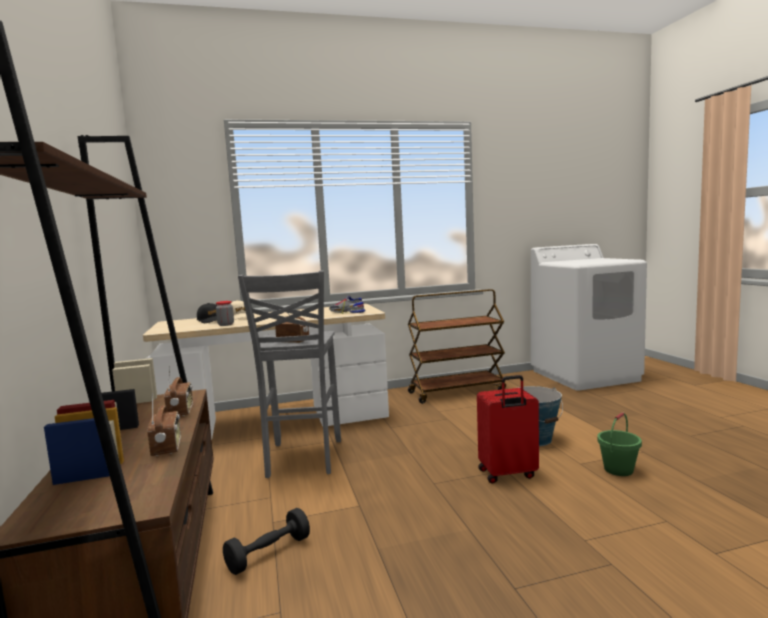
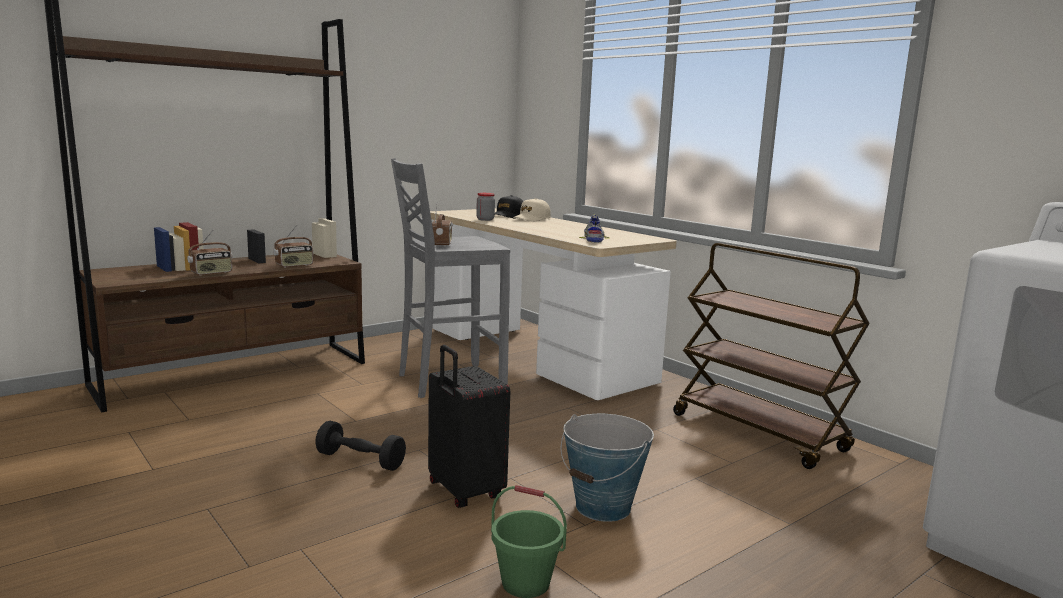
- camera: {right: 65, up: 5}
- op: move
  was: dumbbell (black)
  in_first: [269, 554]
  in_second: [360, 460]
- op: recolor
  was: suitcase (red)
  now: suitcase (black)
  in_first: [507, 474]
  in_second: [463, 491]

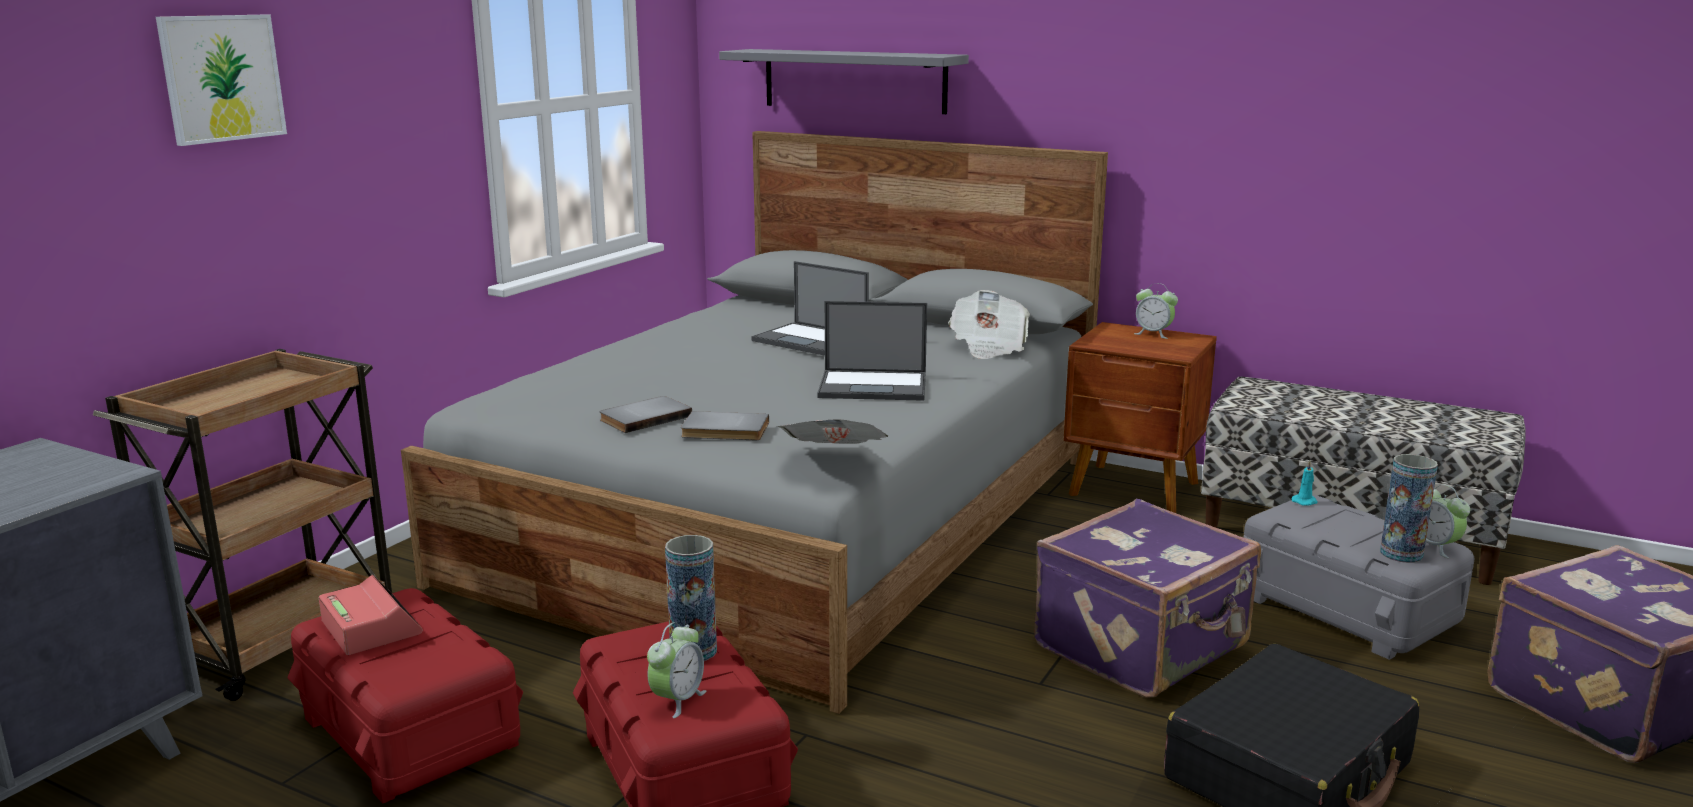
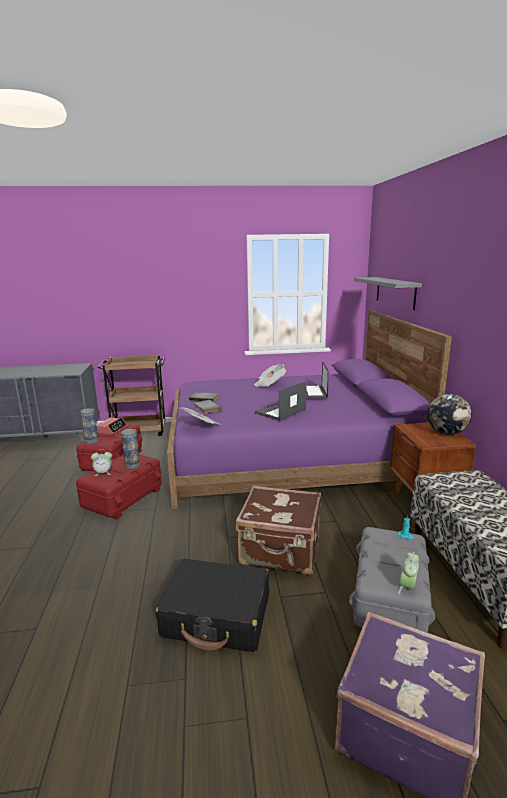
- camera: {right: 55, up: 0}
- op: move
  was: vase
  in_first: [1401, 554]
  in_second: [91, 440]
- op: recolor
  was: bed (grey)
  now: bed (purple)
  in_first: [794, 517]
  in_second: [288, 456]
- op: recolor
  was: suitcase (purple)
  now: suitcase (brown)
  in_first: [1144, 647]
  in_second: [281, 551]
- op: move
  was: newspaper
  in_first: [988, 347]
  in_second: [269, 384]
- op: rotate
  was: laptop
  in_first: [874, 386]
  in_second: [280, 411]
  clockwise: 75
- op: replace
  was: alarm clock
  now: globe
  in_first: [1153, 334]
  in_second: [446, 433]
- op: delete
  was: picture
  in_first: [222, 78]

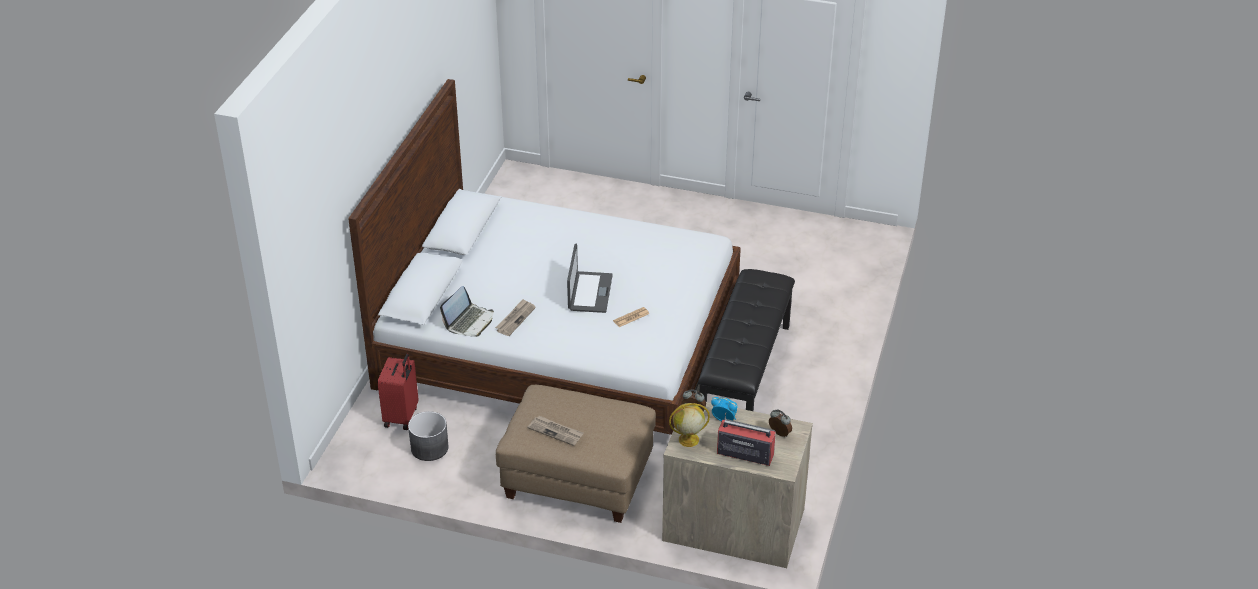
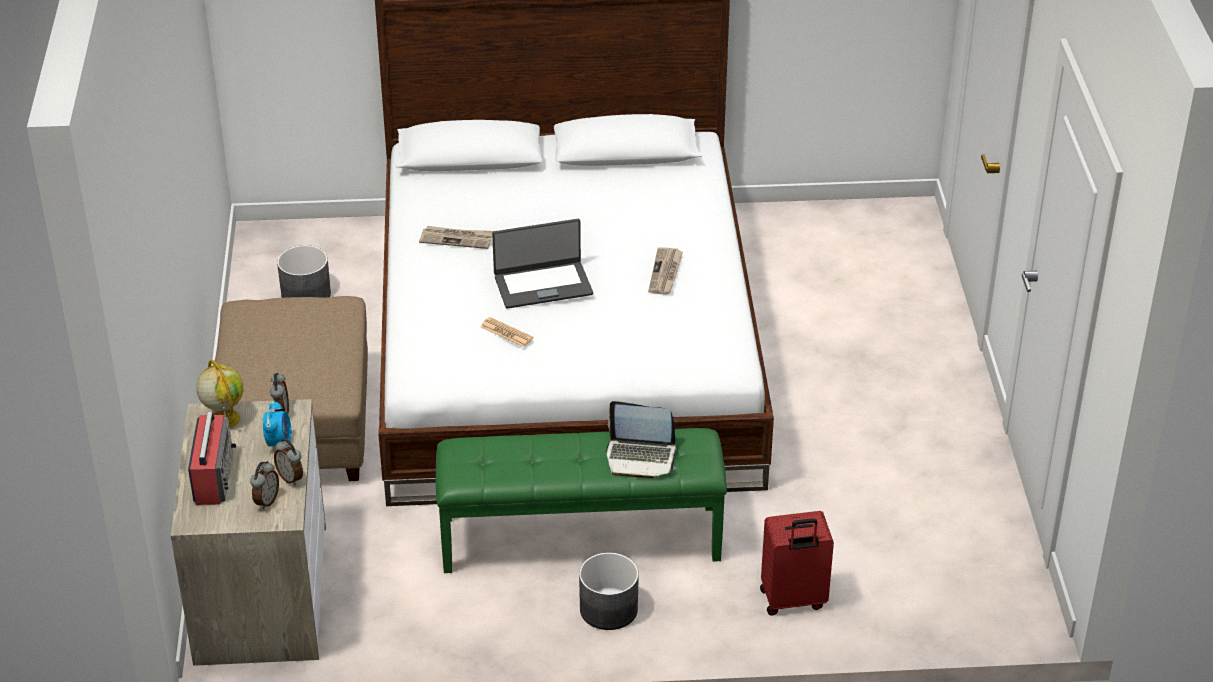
- camera: {right: 70, up: 0}
- op: insert
  now: alarm clock
  in_second: [291, 478]
- op: recolor
  was: bench (black)
  now: bench (green)
  in_first: [744, 375]
  in_second: [581, 537]
- op: insert
  now: planter (grey)
  in_second: [609, 609]
- op: move
  was: laptop
  in_first: [469, 321]
  in_second: [641, 457]
- op: move
  was: newspaper
  in_first: [556, 431]
  in_second: [665, 273]
- op: move
  was: suitcase (red)
  in_first: [402, 417]
  in_second: [793, 600]

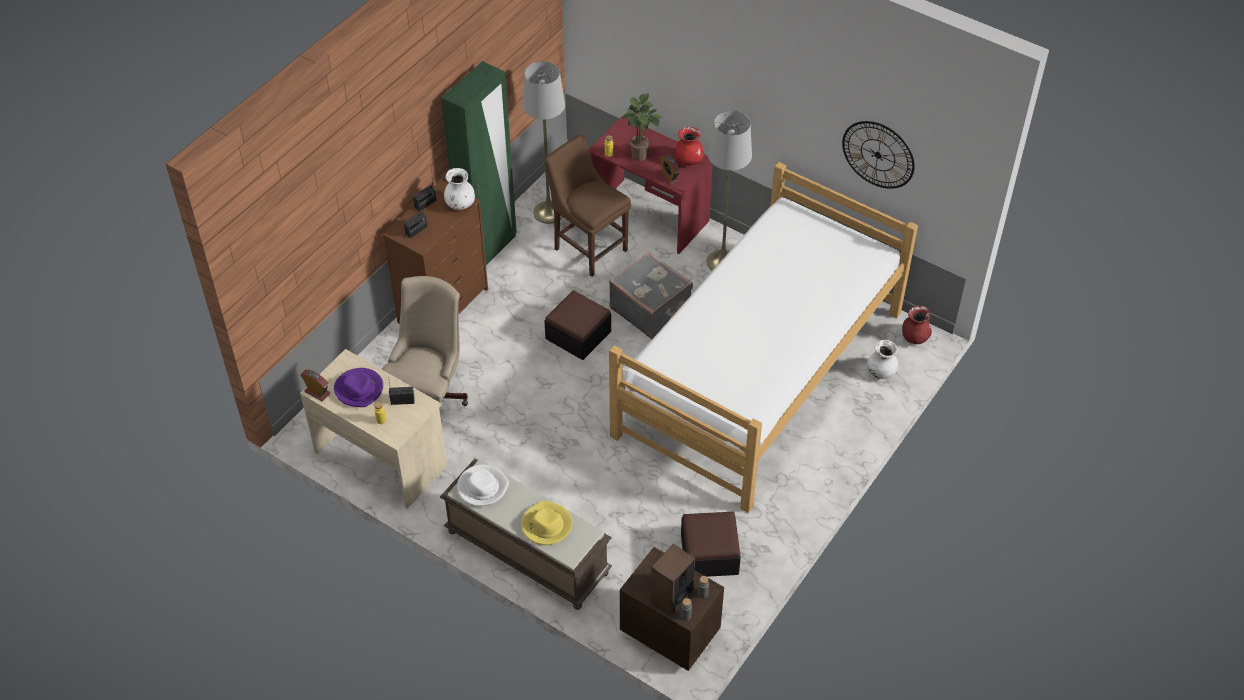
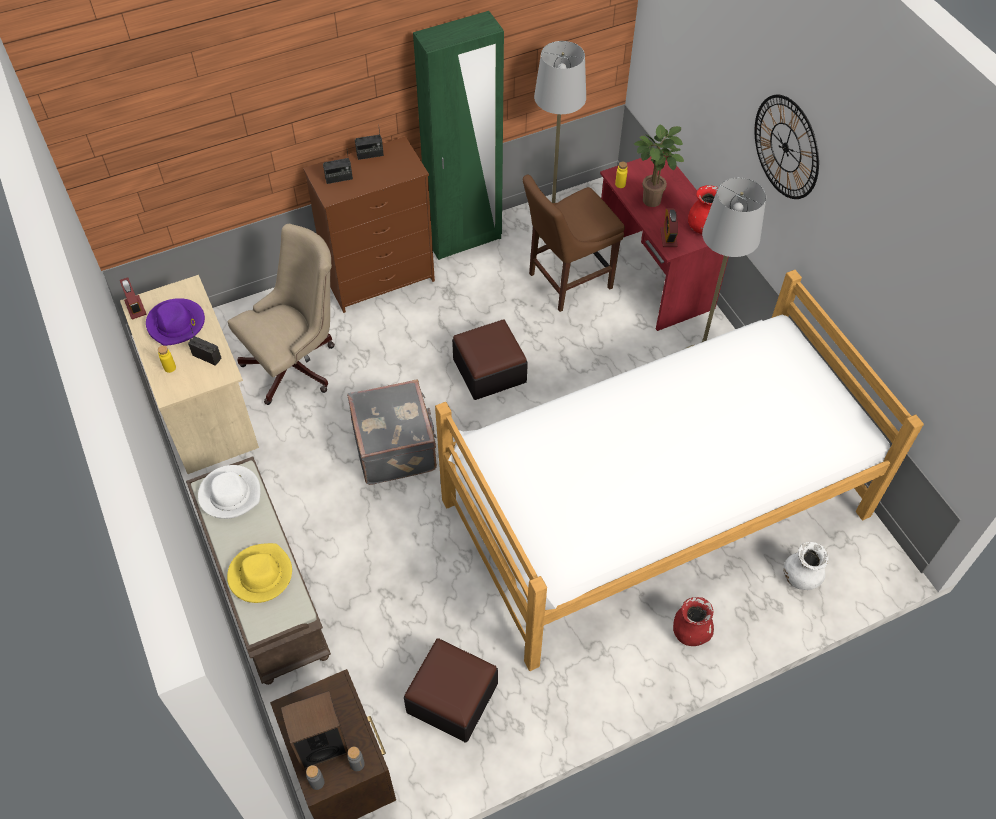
- camera: {right: 30, up: 5}
- op: move
  was: suitcase (grey)
  in_first: [650, 309]
  in_second: [396, 446]
- op: rotate
  was: chair (brown)
  in_first: [588, 247]
  in_second: [566, 282]
  clockwise: -105
- op: move
  was: vase (red)
  in_first: [914, 337]
  in_second: [690, 632]
- op: move
  was: wall clock
  in_first: [878, 154]
  in_second: [786, 147]
- op: delete
  was: vase (white)
  in_first: [460, 204]

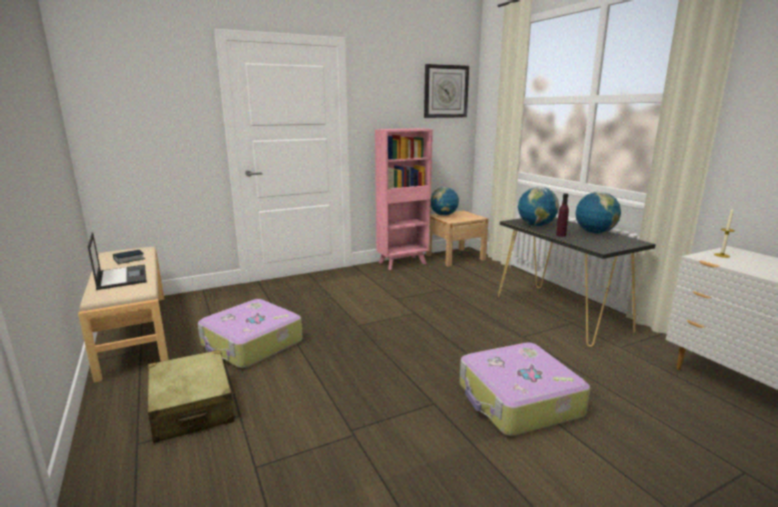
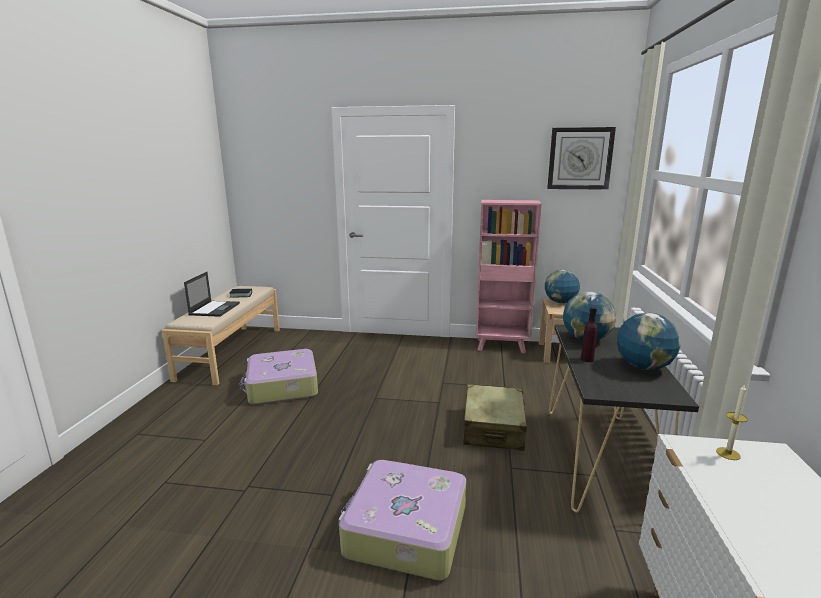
- camera: {right: 35, up: 0}
- op: move
  was: suitcase (beige)
  in_first: [192, 407]
  in_second: [493, 428]

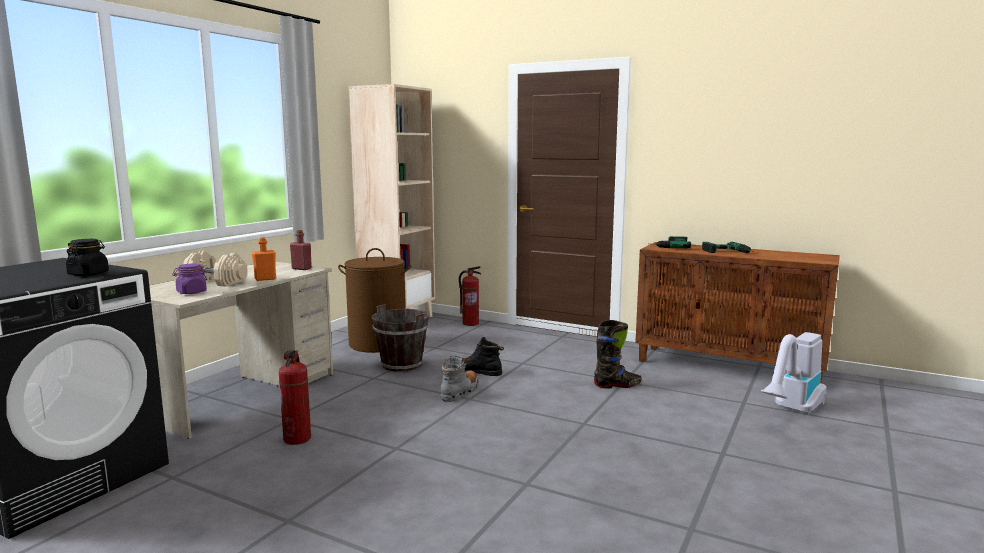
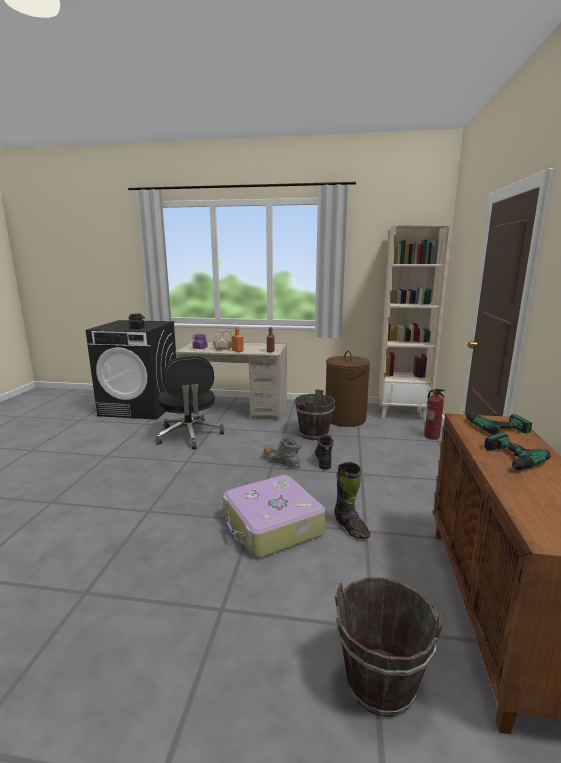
- camera: {right: 70, up: 5}
- op: replace
  was: fire extinguisher
  now: office chair (black)
  in_first: [298, 439]
  in_second: [189, 435]
- op: insert
  now: suitcase
  in_second: [272, 526]
- op: rotate
  was: boot (grey)
  in_first: [460, 392]
  in_second: [281, 462]
  clockwise: -150
- op: replace
  was: vacuum cleaner
  now: bucket (brown)
  in_first: [793, 410]
  in_second: [379, 683]

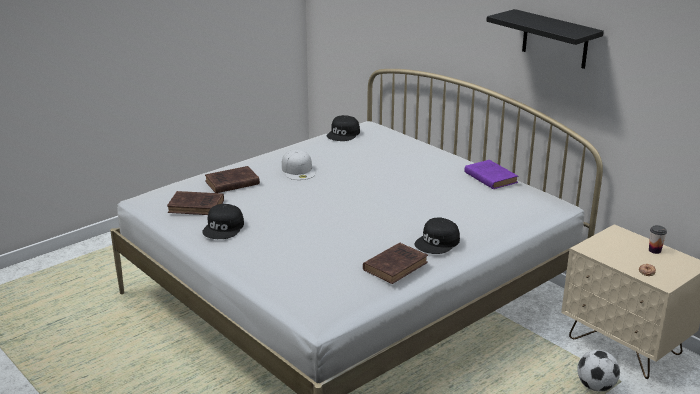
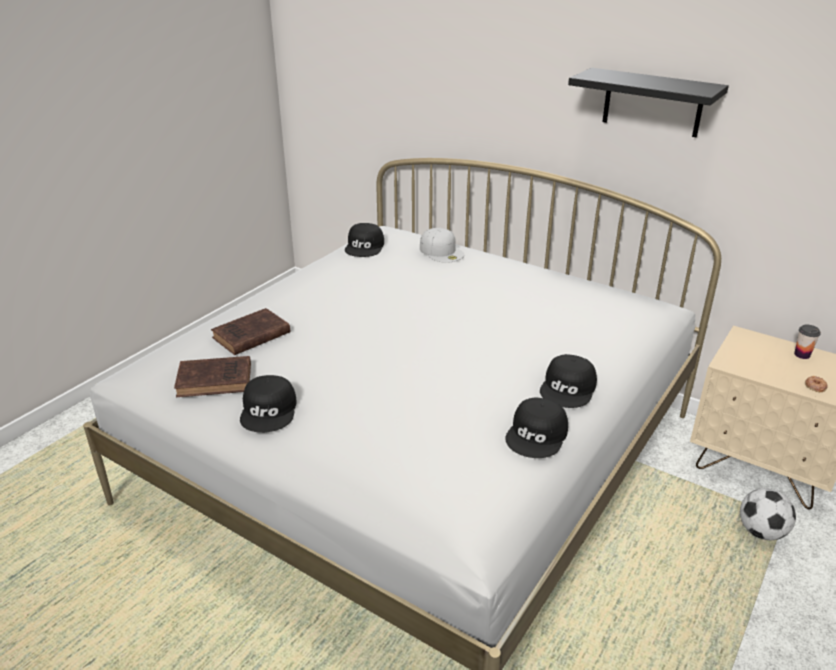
- camera: {right: -15, up: 5}
- op: move
  was: cap (white)
  in_first: [298, 170]
  in_second: [442, 251]
- op: replace
  was: book (brown)
  now: cap (black)
  in_first: [396, 266]
  in_second: [537, 435]
- op: delete
  was: book (purple)
  in_first: [489, 177]

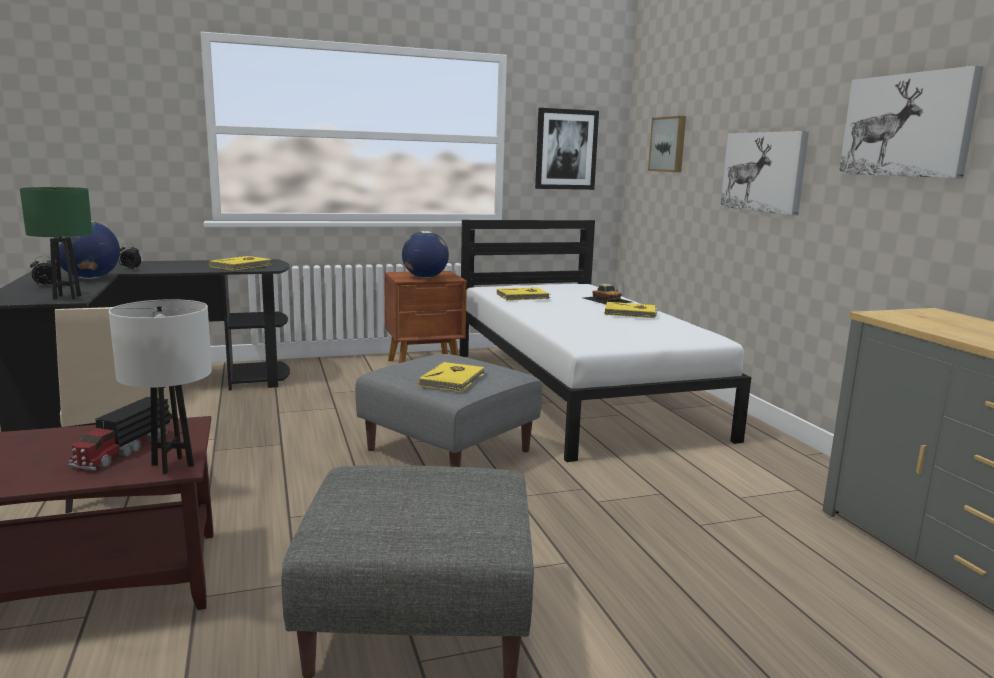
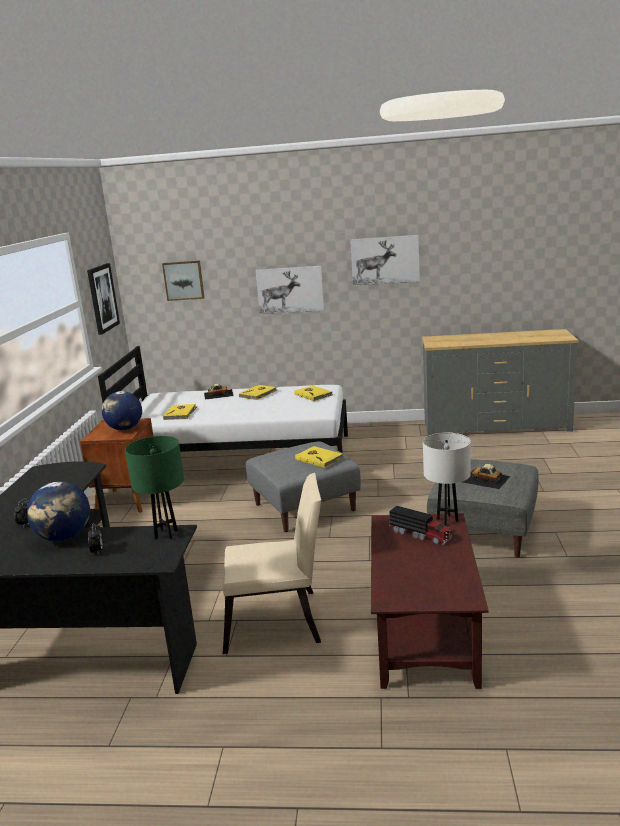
- camera: {right: -65, up: 5}
- op: move
  was: book (yellow)
  in_first: [242, 266]
  in_second: [313, 394]
- op: insert
  now: toy car
  in_second: [486, 479]

